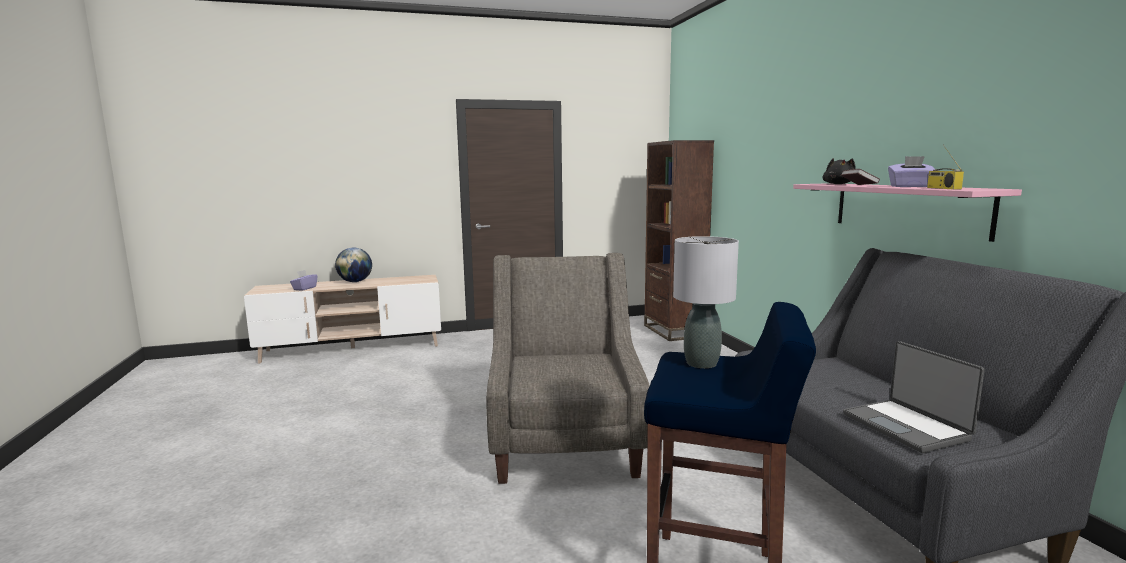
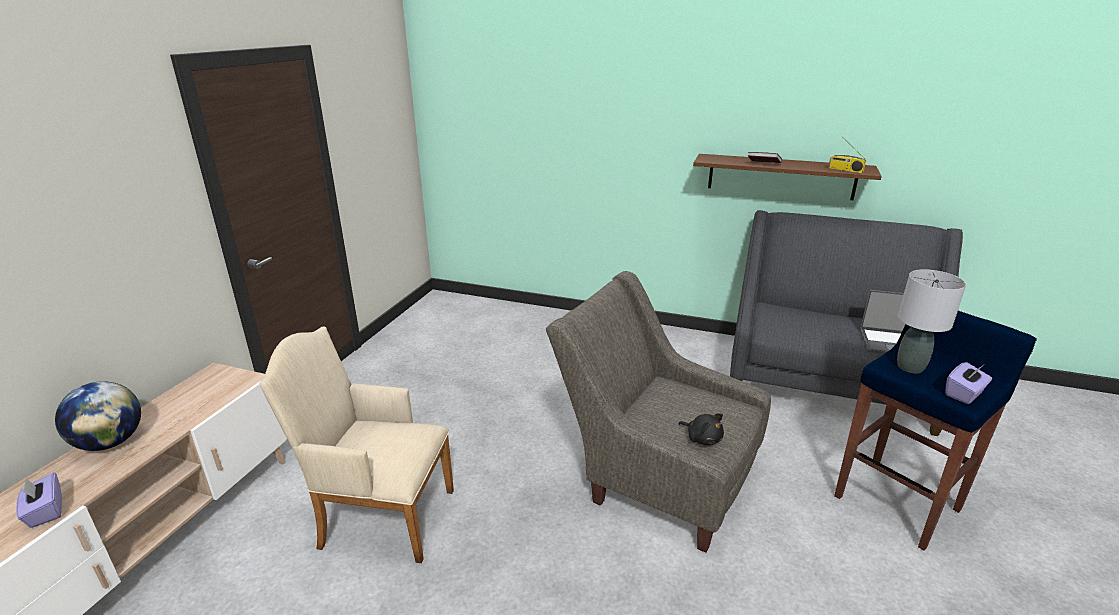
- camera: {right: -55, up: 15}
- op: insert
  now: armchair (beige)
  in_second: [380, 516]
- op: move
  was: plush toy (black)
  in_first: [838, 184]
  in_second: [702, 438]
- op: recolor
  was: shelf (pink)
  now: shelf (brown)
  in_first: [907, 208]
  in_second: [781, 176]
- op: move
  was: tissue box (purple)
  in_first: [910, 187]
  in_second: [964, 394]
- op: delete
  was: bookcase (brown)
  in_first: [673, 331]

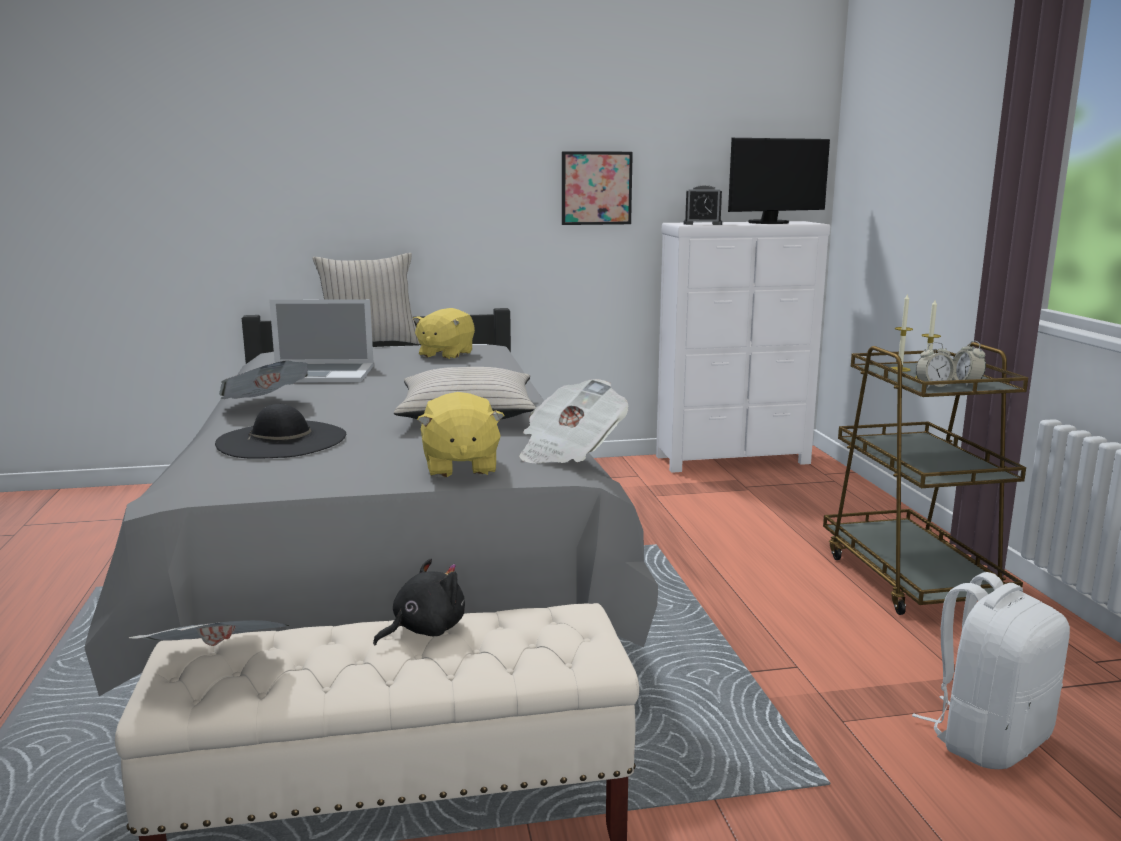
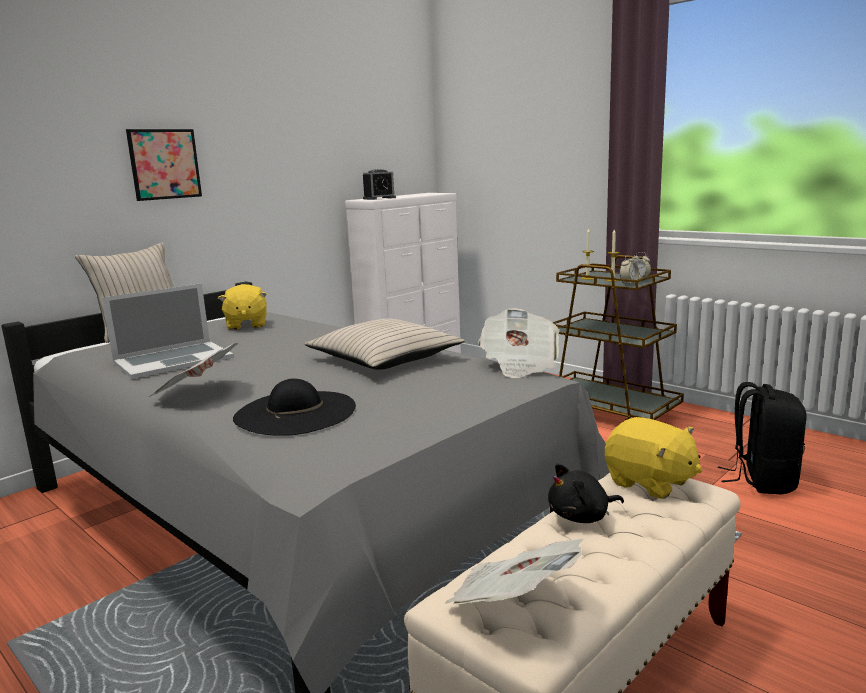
- camera: {right: -35, up: 0}
- op: move
  was: picture
  in_first: [596, 188]
  in_second: [164, 164]
- op: rotate
  was: plush toy (black)
  in_first: [424, 630]
  in_second: [582, 517]
  clockwise: -120
- op: move
  was: plush toy (yellow)
  in_first: [460, 467]
  in_second: [650, 483]
- op: recolor
  was: backpack (white)
  now: backpack (black)
  in_first: [987, 739]
  in_second: [762, 480]
- op: delete
  was: monitor
  in_first: [771, 223]

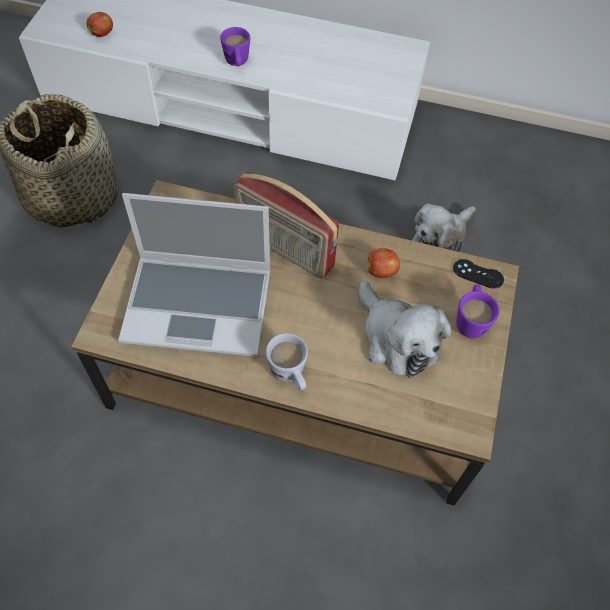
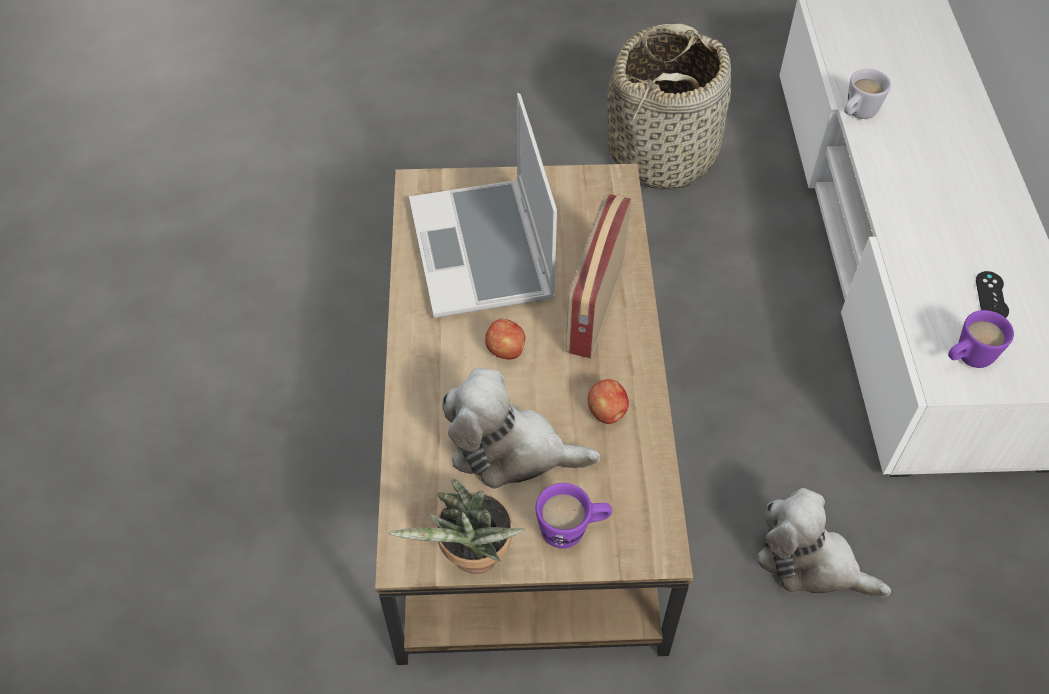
- camera: {right: 75, up: -5}
- op: insert
  now: potted plant
  in_second: [472, 560]
- op: rotate
  was: plush toy
  in_first: [396, 339]
  in_second: [511, 451]
  clockwise: 60
- op: move
  was: apple
  in_first: [102, 33]
  in_second: [506, 351]
- op: move
  was: mug (white)
  in_first: [290, 375]
  in_second: [857, 114]
- op: move
  was: mug (purple)
  in_first: [237, 63]
  in_second: [967, 359]
- op: move
  was: game controller (black)
  in_first: [478, 274]
  in_second: [991, 296]

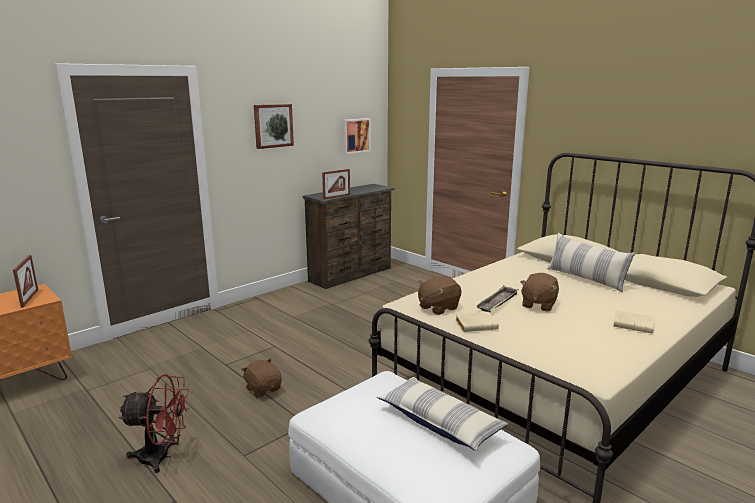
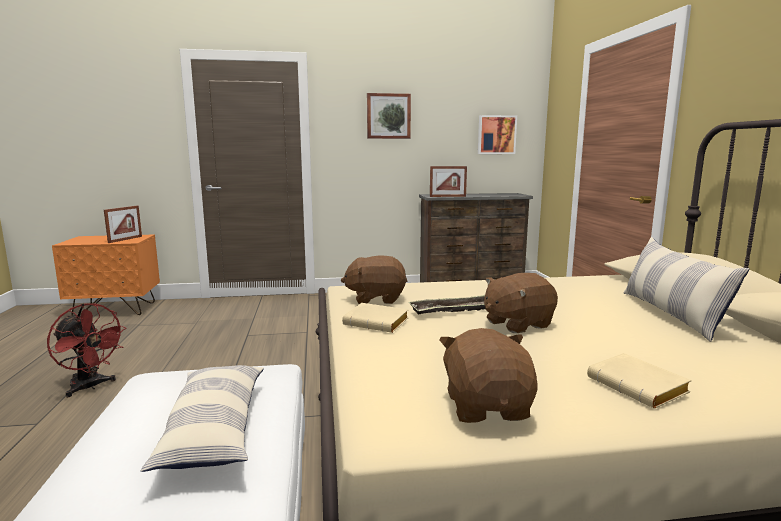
- camera: {right: 35, up: -5}
- op: move
  was: plush toy (brown)
  in_first: [263, 389]
  in_second: [487, 407]

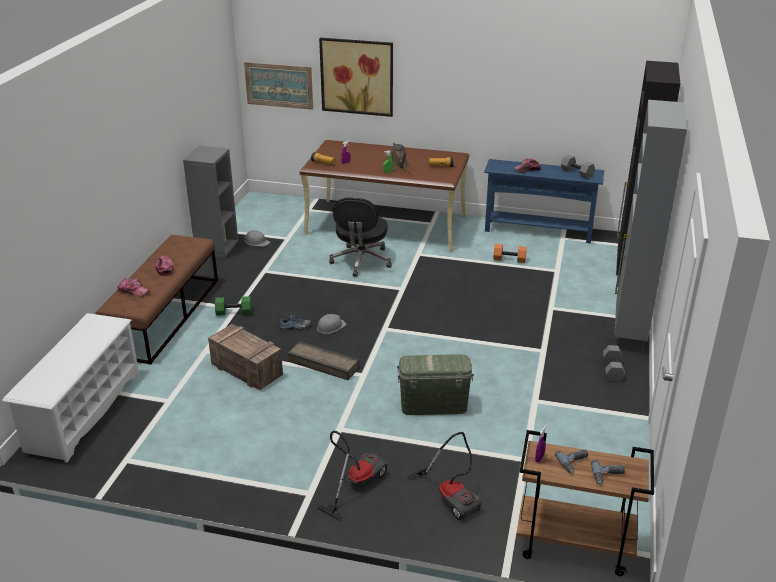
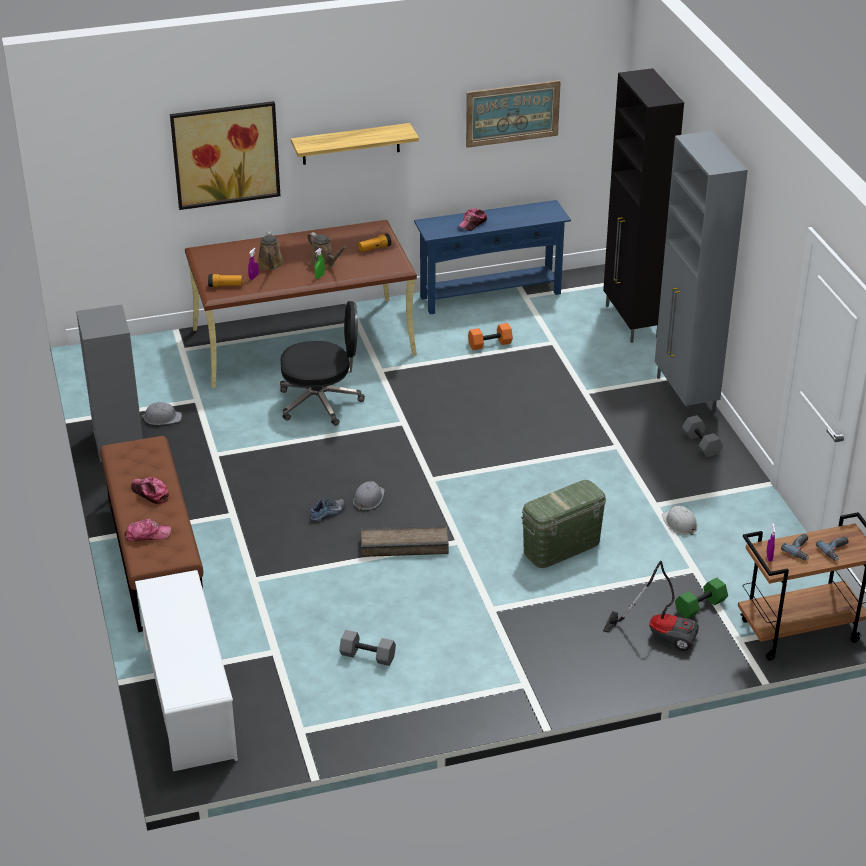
- camera: {right: -30, up: 5}
- op: insert
  now: watering can (brown)
  in_second: [270, 265]
- op: rotate
  was: office chair (black)
  in_first: [361, 261]
  in_second: [321, 402]
  clockwise: -75
- op: insert
  now: shelf
  in_second: [351, 144]
- op: move
  was: dumbbell (grey)
  in_first: [576, 173]
  in_second: [367, 656]
- op: move
  was: picture
  in_first: [279, 85]
  in_second: [512, 113]
- op: insert
  now: hard hat (white)
  in_second: [679, 523]
- op: move
  was: dumbbell (green)
  in_first: [233, 312]
  in_second: [700, 607]
- op: delete
  was: crate
  in_first: [248, 370]
- op: delete
  was: vacuum cleaner
  in_first: [356, 484]

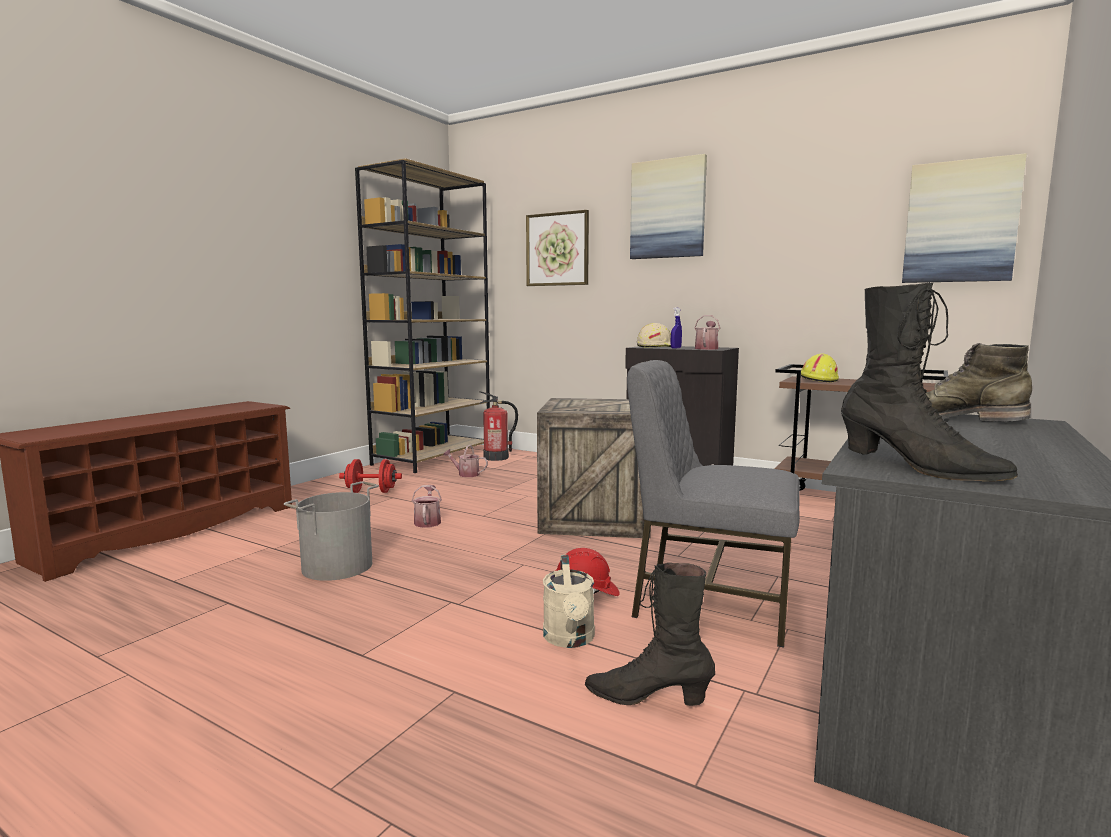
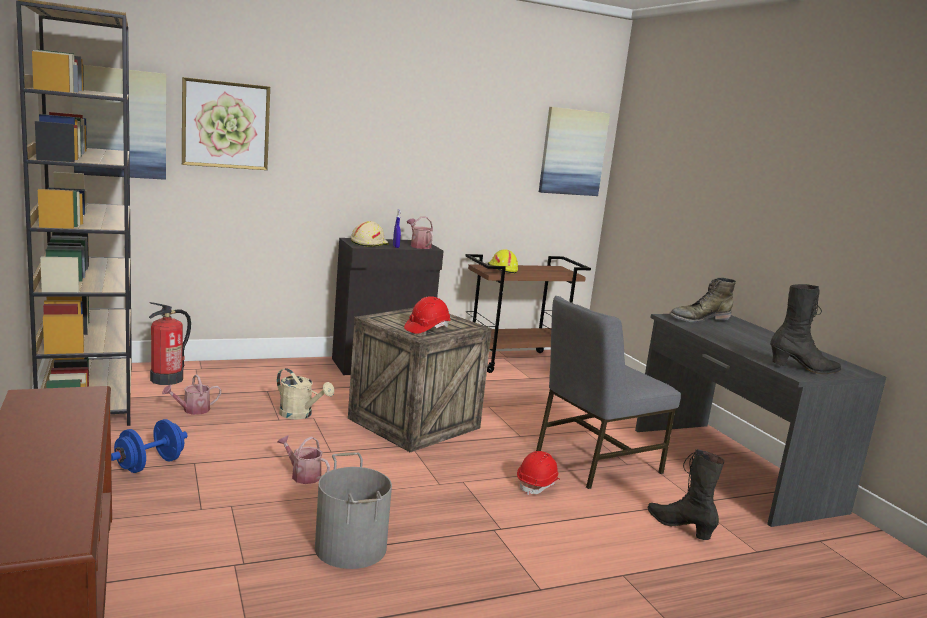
- camera: {right: -55, up: 5}
- op: move
  was: picture
  in_first: [668, 209]
  in_second: [120, 123]
- op: recolor
  was: dumbbell (red)
  now: dumbbell (blue)
  in_first: [371, 492]
  in_second: [150, 465]
- op: move
  was: watering can (beige)
  in_first: [570, 639]
  in_second: [300, 415]
- op: insert
  now: hard hat (red)
  in_second: [427, 328]
- op: rotate
  was: boot (black)
  in_first: [647, 698]
  in_second: [679, 527]
  clockwise: 90

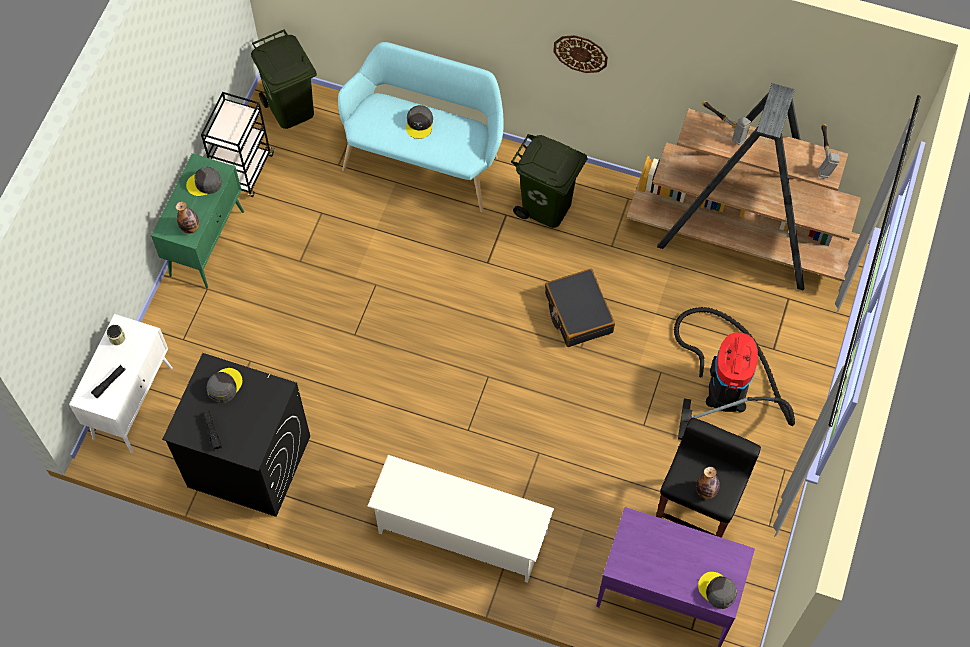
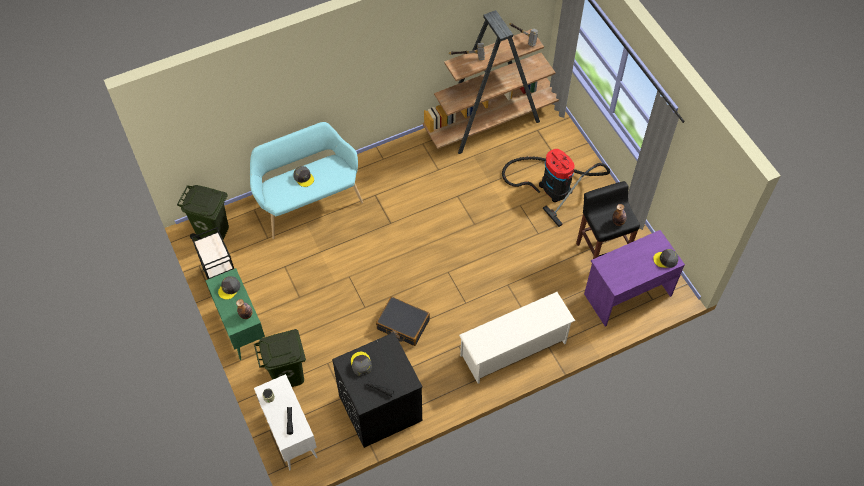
- camera: {right: -45, up: -5}
- op: move
  was: trash can (green)
  in_first: [546, 207]
  in_second: [288, 376]
- op: move
  was: suitcase (black)
  in_first: [578, 313]
  in_second: [403, 325]
- op: delete
  was: wall clock
  in_first: [580, 53]

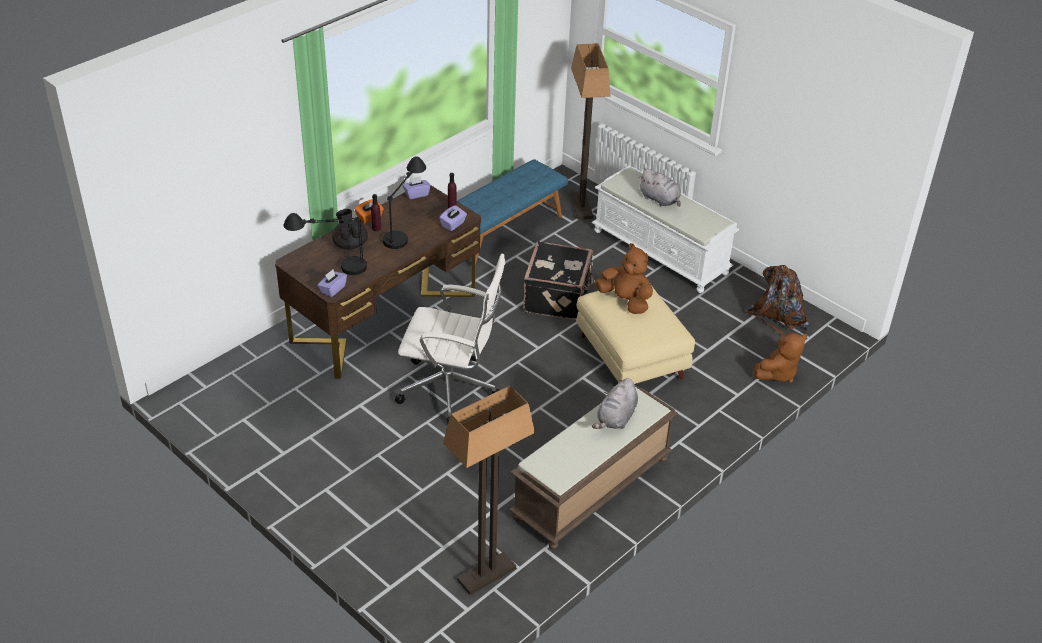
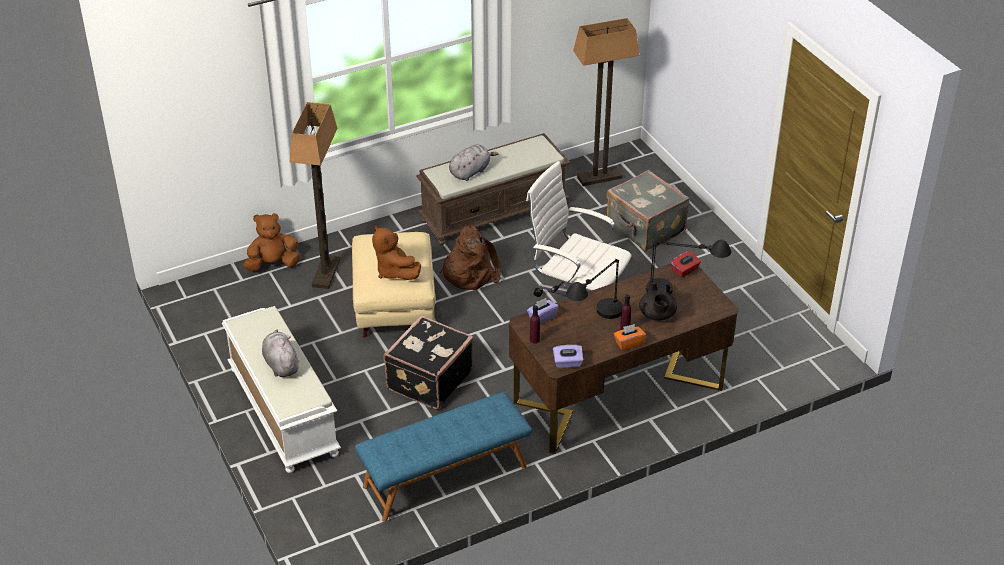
- camera: {right: -160, up: 0}
- op: move
  was: floor lamp
  in_first: [581, 207]
  in_second: [326, 273]
- op: move
  was: backpack (brown)
  in_first: [780, 318]
  in_second: [469, 272]
- op: insert
  now: suitcase (grey)
  in_second: [645, 229]
- op: recolor
  was: tissue box (purple)
  now: tissue box (red)
  in_first: [332, 289]
  in_second: [685, 270]

